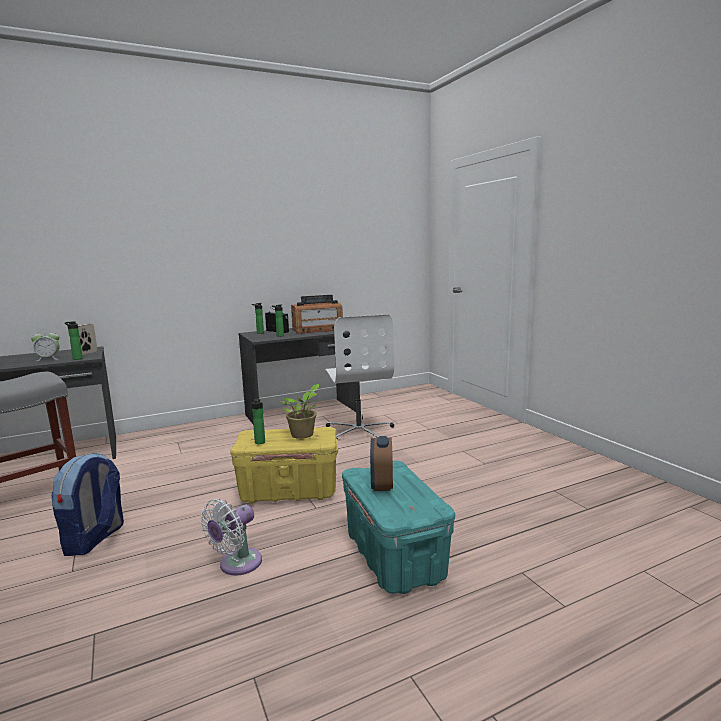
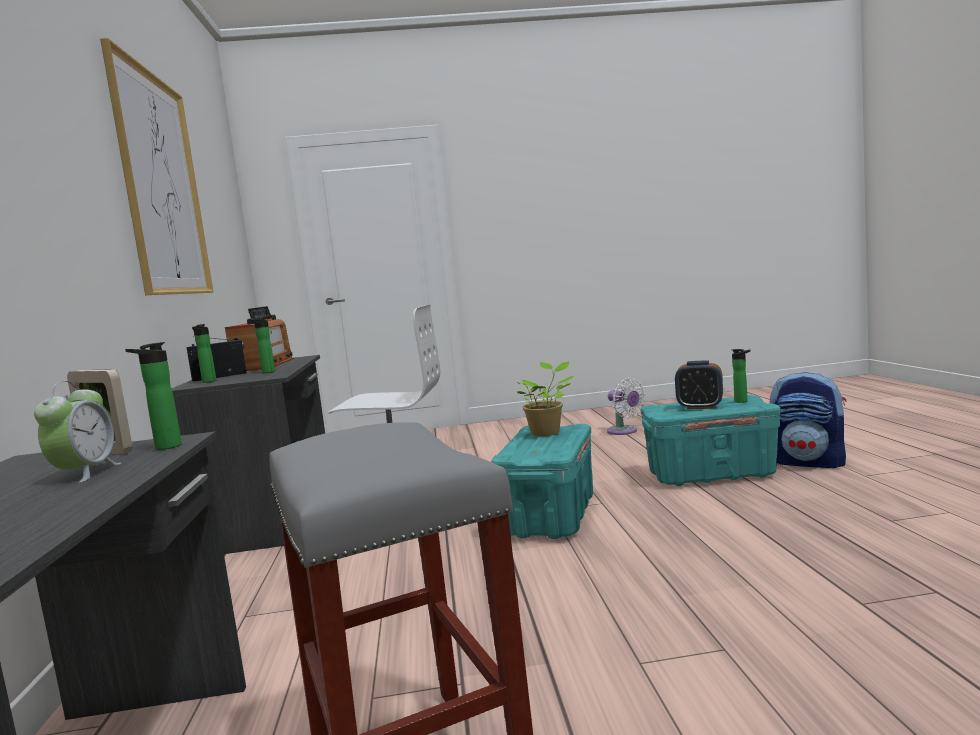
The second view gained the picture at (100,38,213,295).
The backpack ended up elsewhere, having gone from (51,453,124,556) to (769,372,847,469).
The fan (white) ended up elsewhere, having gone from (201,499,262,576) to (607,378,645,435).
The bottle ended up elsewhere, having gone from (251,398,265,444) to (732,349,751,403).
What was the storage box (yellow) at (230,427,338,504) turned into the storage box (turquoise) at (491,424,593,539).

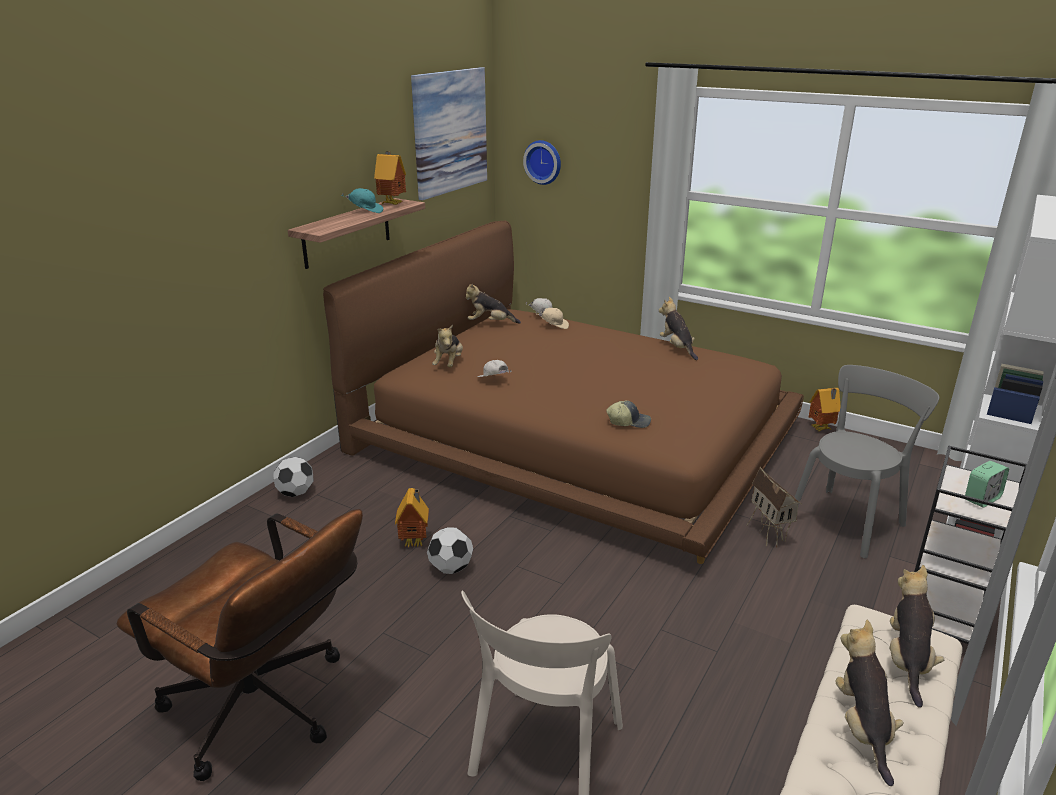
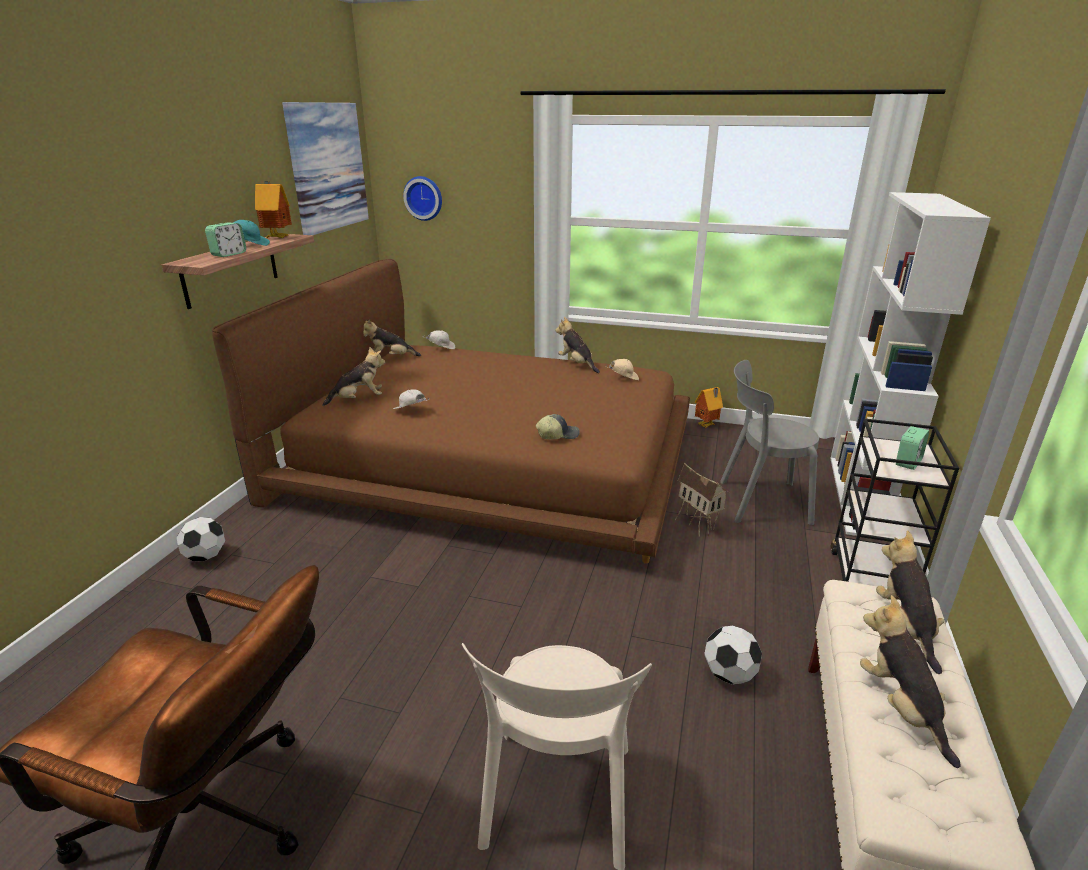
The second view lost the toy house at (395,488,429,548).
The second view gained the alarm clock at (205,223,246,257).
The football ended up elsewhere, having gone from (427,527,473,574) to (704,626,762,685).
The cap (beige) ended up elsewhere, having gone from (535,308,569,329) to (606,359,639,380).
The plush toy at (432,325,463,367) ended up facing another way, 105 degrees counterclockwise from before.
The chair (grey) at (794,365,939,559) ended up facing another way, 120 degrees counterclockwise from before.

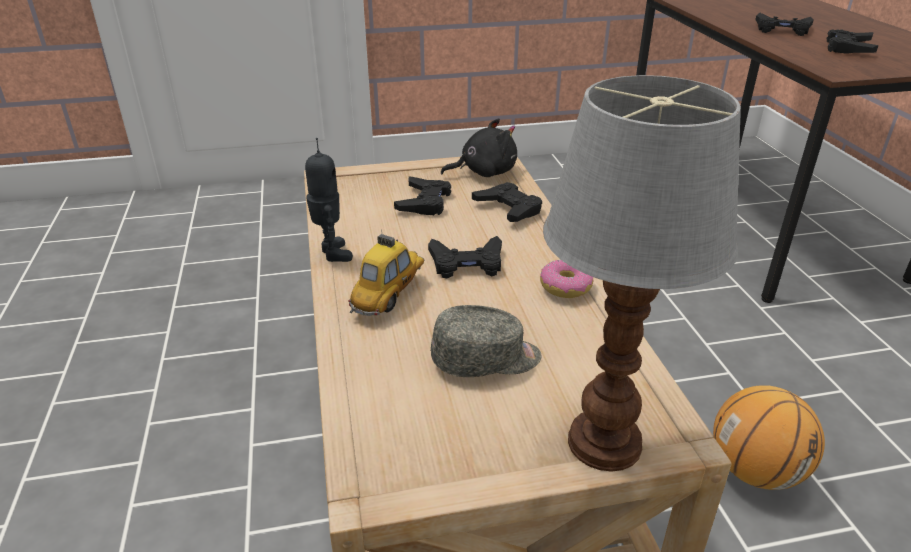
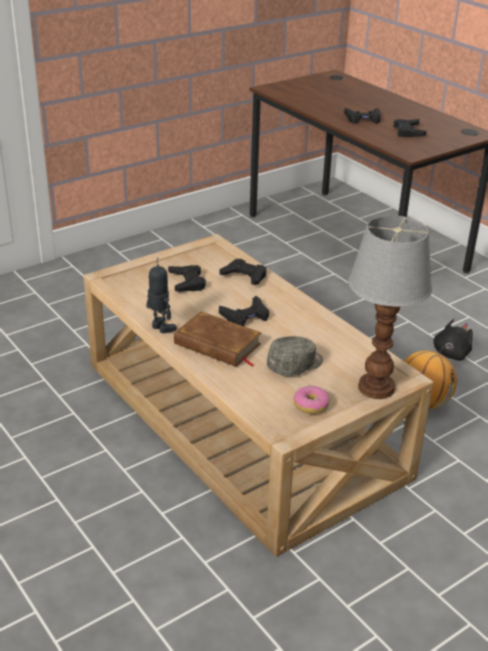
The plush toy (black) ended up elsewhere, having gone from (441,118,517,177) to (433,319,473,361).
The donut ended up elsewhere, having gone from (540,260,593,298) to (293,386,330,414).
Where the toy car stood at (348,230,424,316), the book (brown) came to stand at (174,311,261,367).

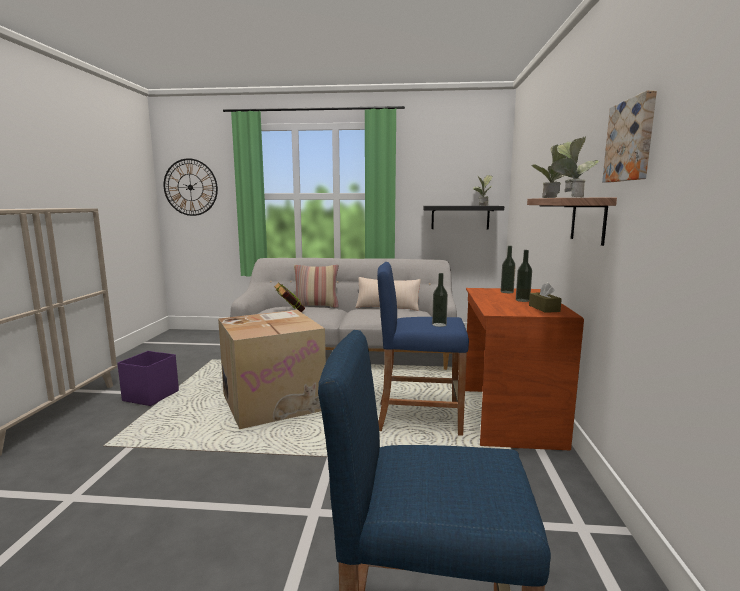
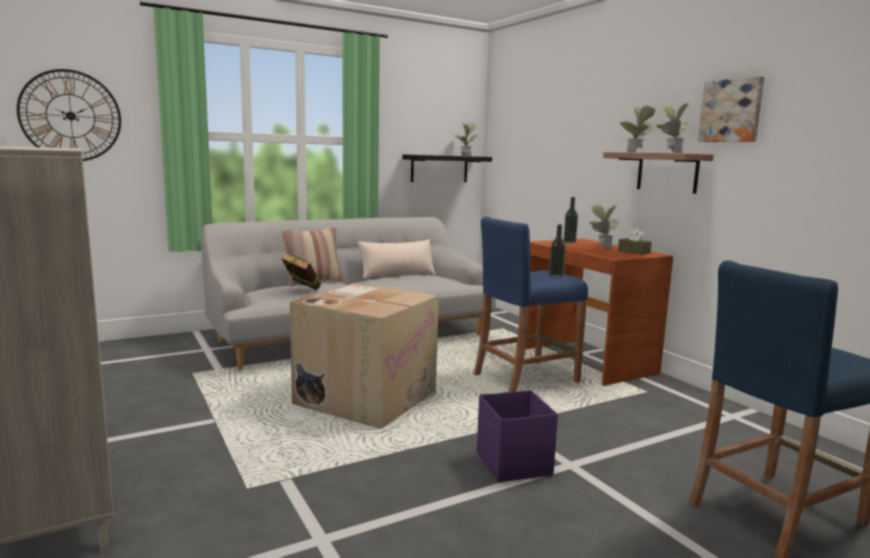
The storage box (purple) ended up elsewhere, having gone from (117,351,179,406) to (477,390,558,482).
Where the bottle stood at (516,250,532,302), the potted plant came to stand at (589,205,618,249).

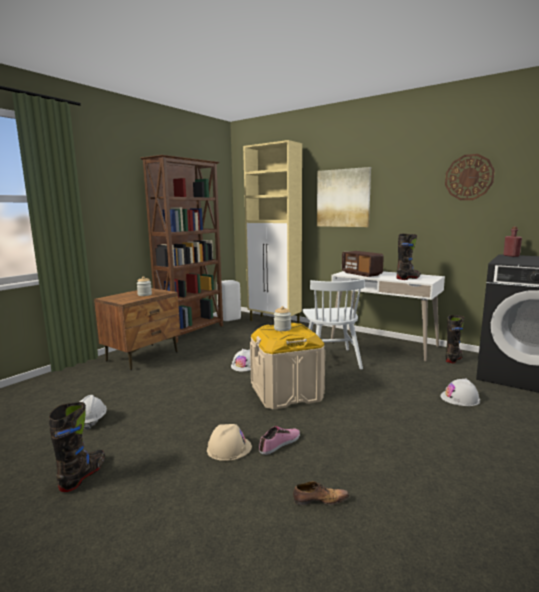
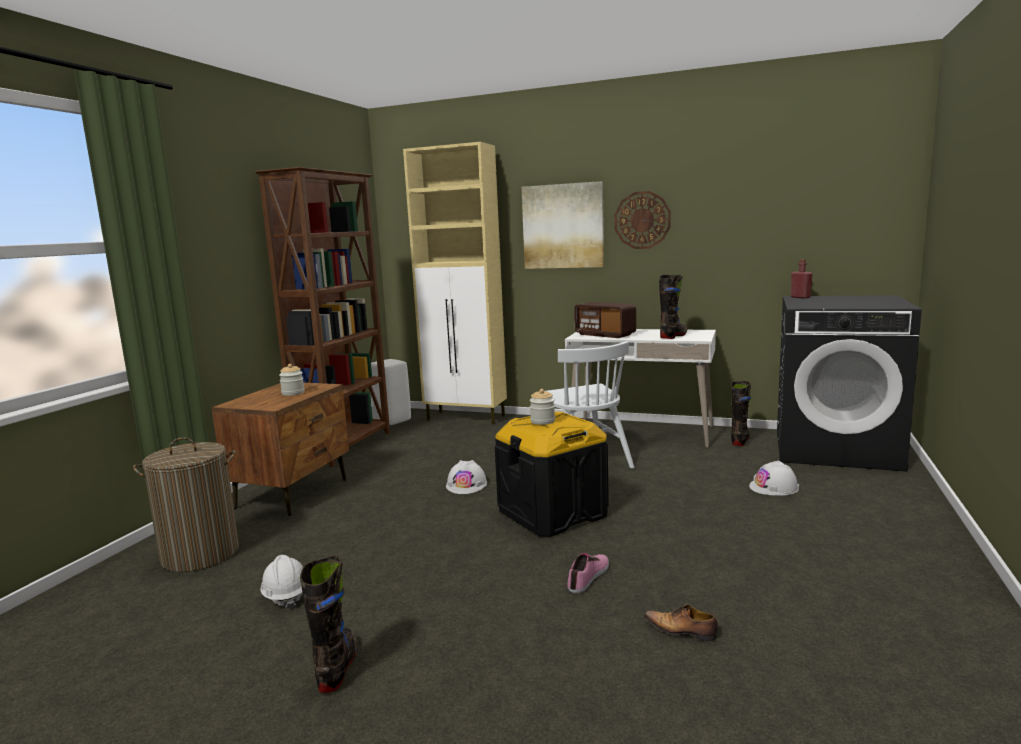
The second view lost the hard hat (beige) at (207,424,252,461).
The second view gained the laundry basket at (133,437,239,572).
The wall clock ended up elsewhere, having gone from (445,154,495,200) to (614,191,671,249).
What was the storage box (beige) at (250,323,325,410) turned into the storage box (black) at (495,412,609,537).
The shoe at (293,481,350,505) ended up facing another way, 135 degrees counterclockwise from before.

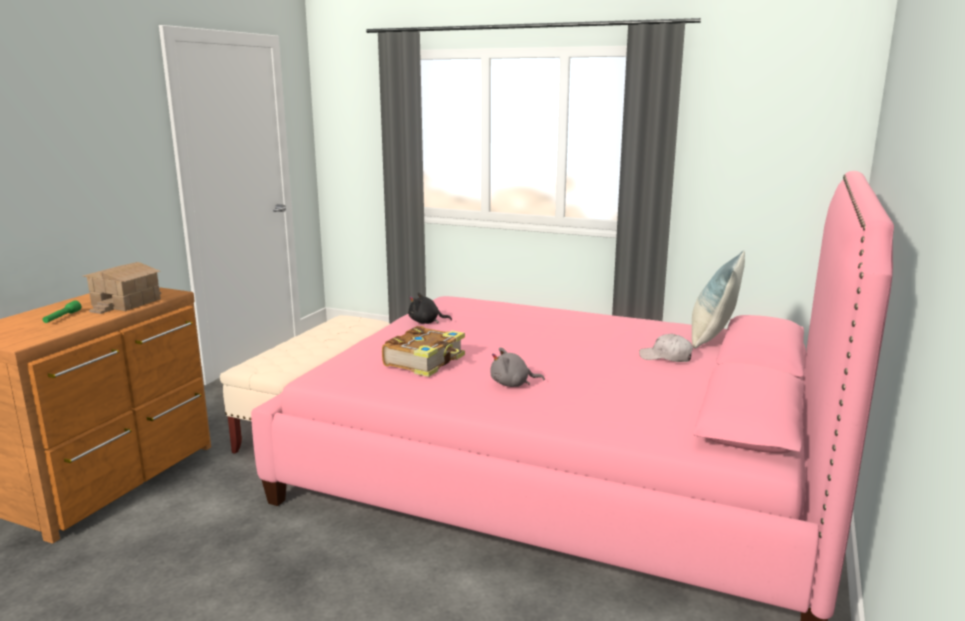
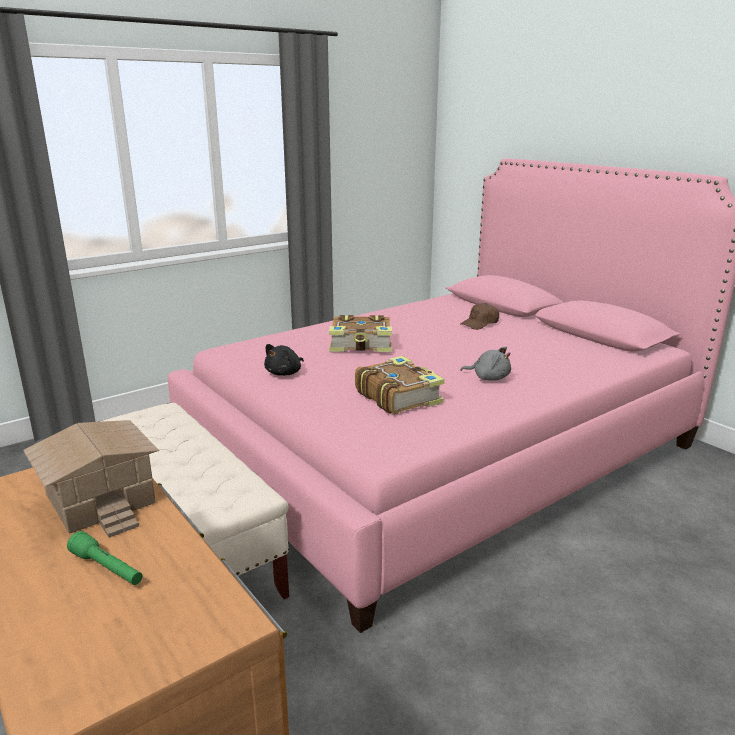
The second view lost the pillow at (692,251,745,349).
The second view gained the book at (329,315,392,352).
What was the cap (white) at (639,334,693,362) turned into the cap (brown) at (460,303,499,330).
The plush toy (grey) at (490,347,545,387) ended up facing another way, 90 degrees counterclockwise from before.

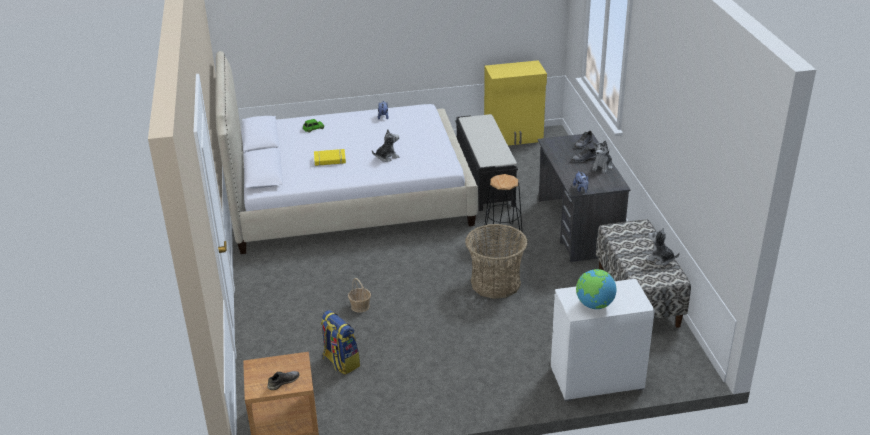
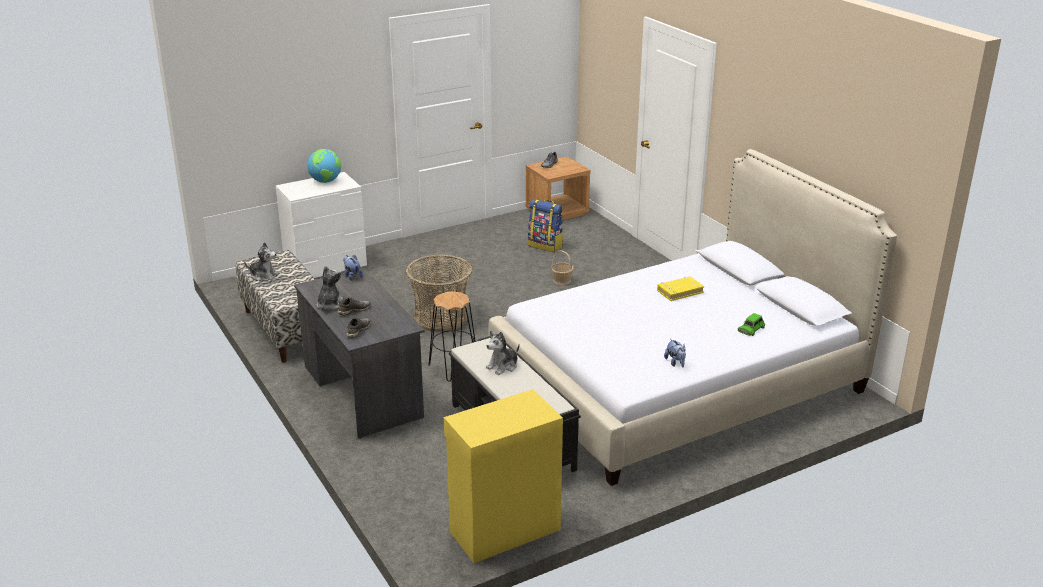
The plush toy ended up elsewhere, having gone from (372,129,399,162) to (486,331,520,375).

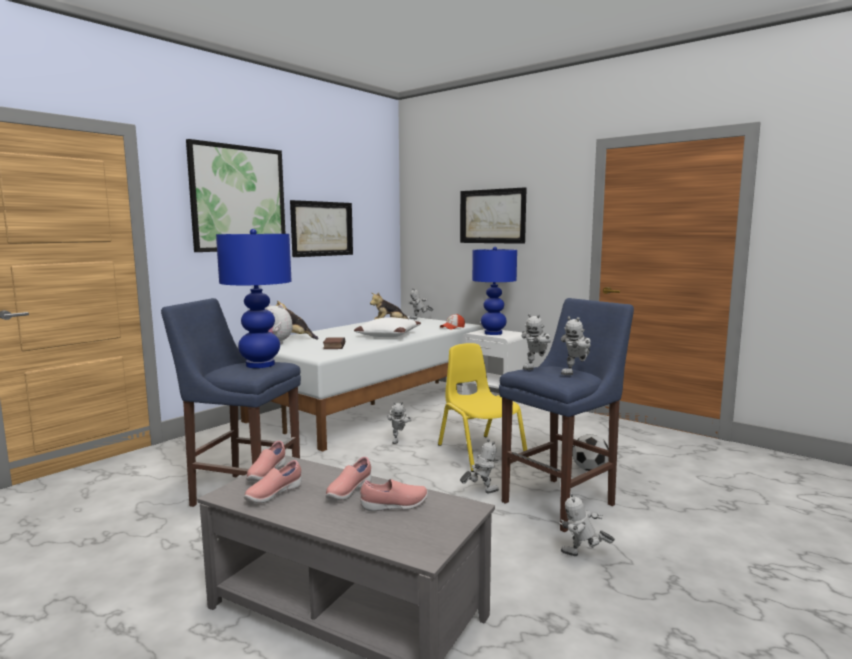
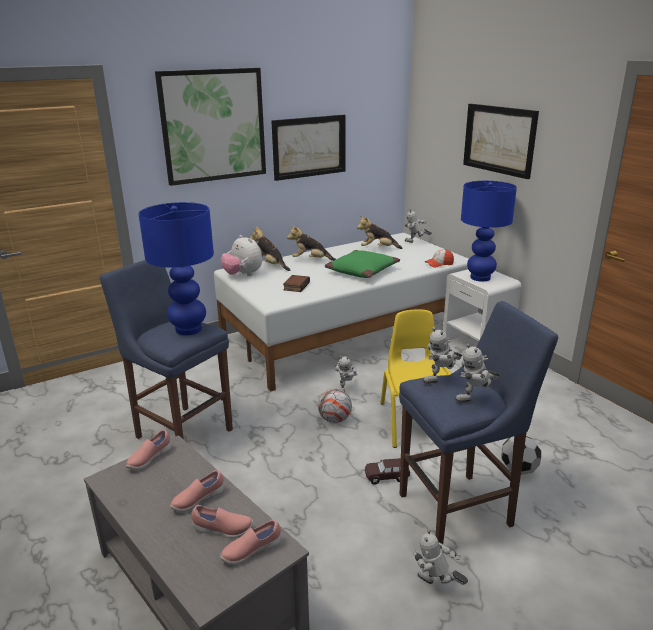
The second view gained the plush toy at (287,225,336,261).
The second view gained the football at (318,389,352,423).
The shoe (pink) ended up elsewhere, having gone from (244,460,302,503) to (220,520,281,565).
Where the toy robot stood at (460,439,499,494), the toy car (brown) came to stand at (365,458,410,485).
What was the pillow (white) at (354,317,421,337) turned into the pillow (green) at (325,250,400,278).

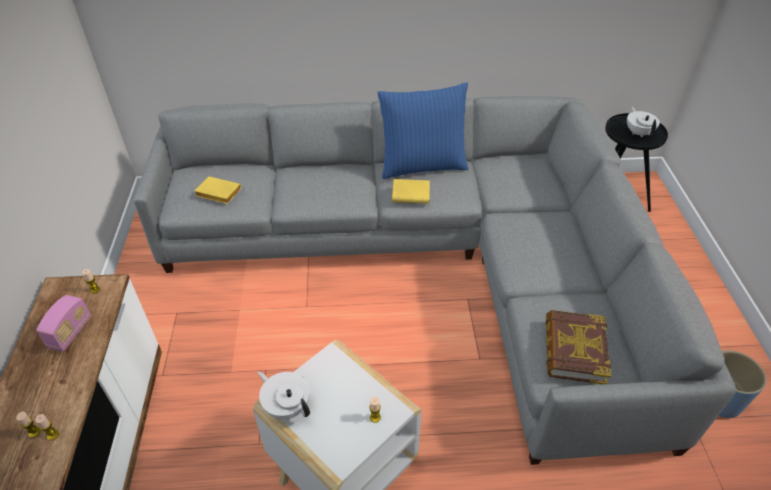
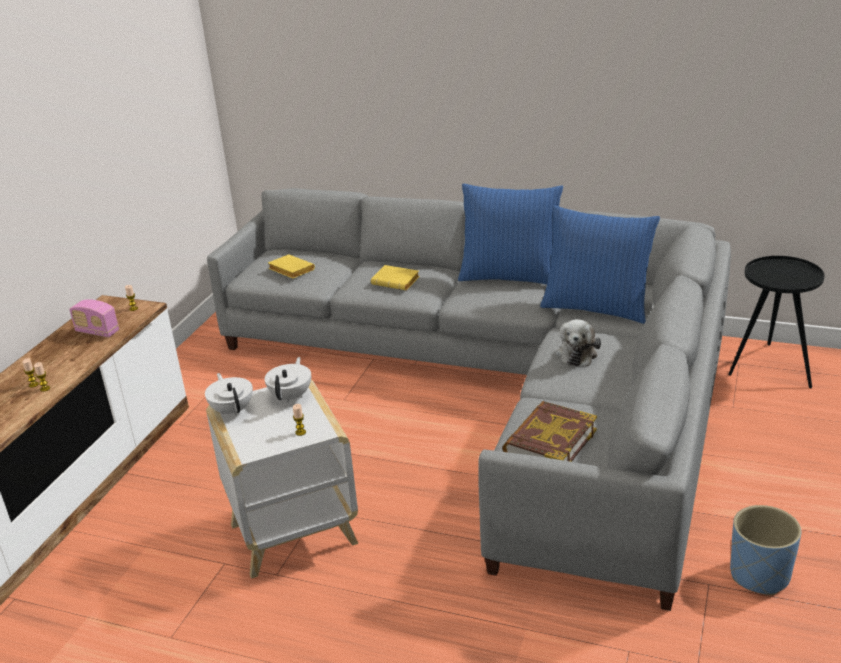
The second view gained the pillow (blue) at (540,206,660,324).
The second view gained the plush toy at (556,319,601,366).
The book (yellow) ended up elsewhere, having gone from (392,179,430,204) to (371,265,420,290).
The teapot (white) ended up elsewhere, having gone from (627,107,660,138) to (265,357,311,403).
The radio at (36,295,91,352) ended up facing another way, 75 degrees clockwise from before.

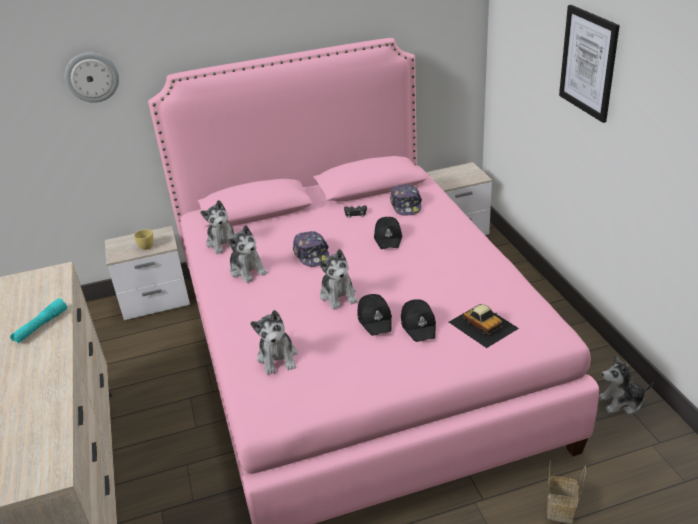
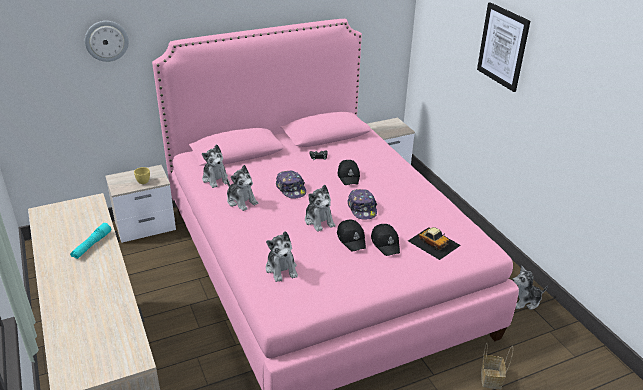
The cap ended up elsewhere, having gone from (390,184,422,215) to (347,189,377,220).

